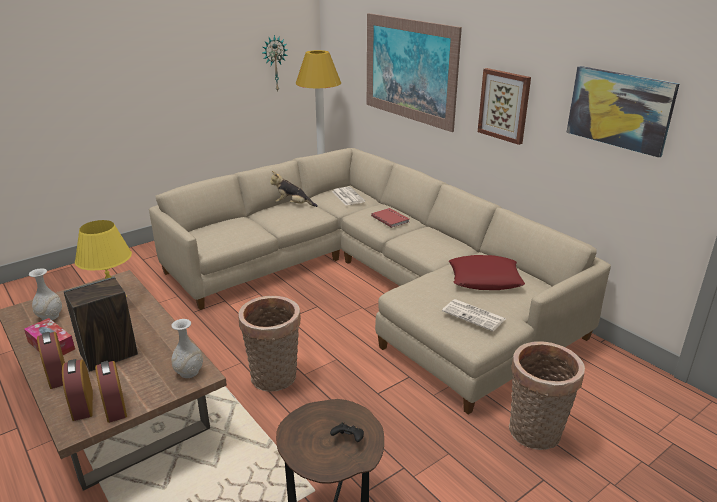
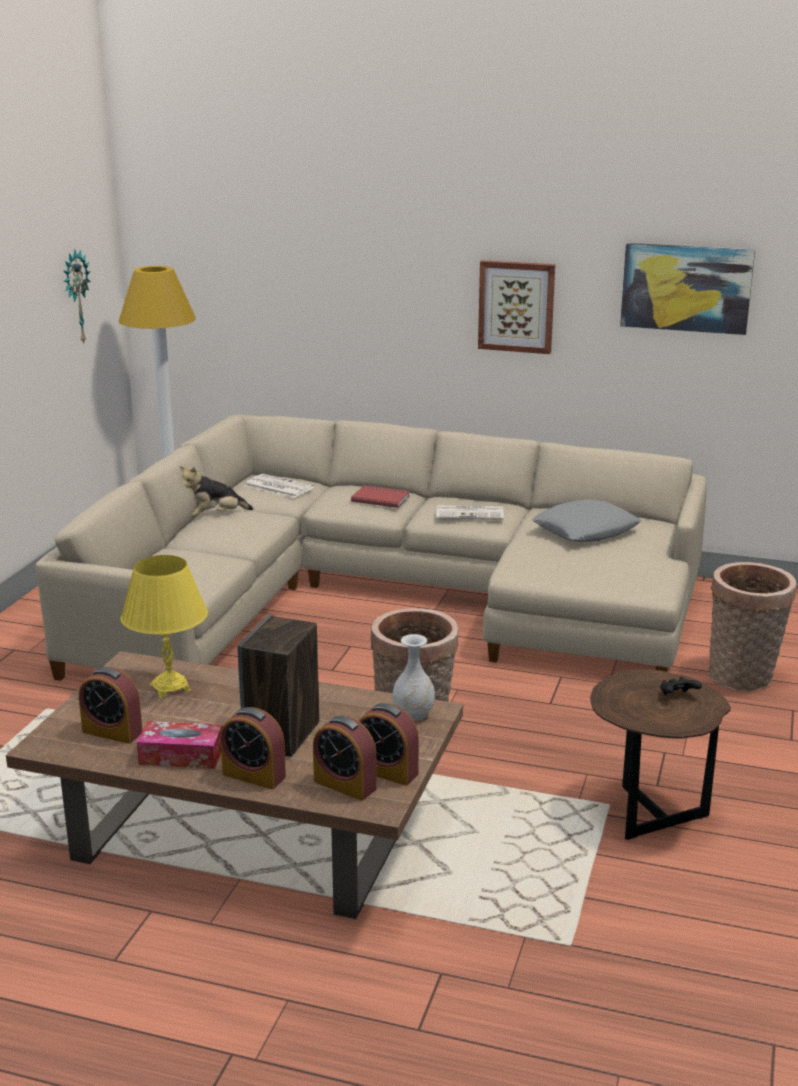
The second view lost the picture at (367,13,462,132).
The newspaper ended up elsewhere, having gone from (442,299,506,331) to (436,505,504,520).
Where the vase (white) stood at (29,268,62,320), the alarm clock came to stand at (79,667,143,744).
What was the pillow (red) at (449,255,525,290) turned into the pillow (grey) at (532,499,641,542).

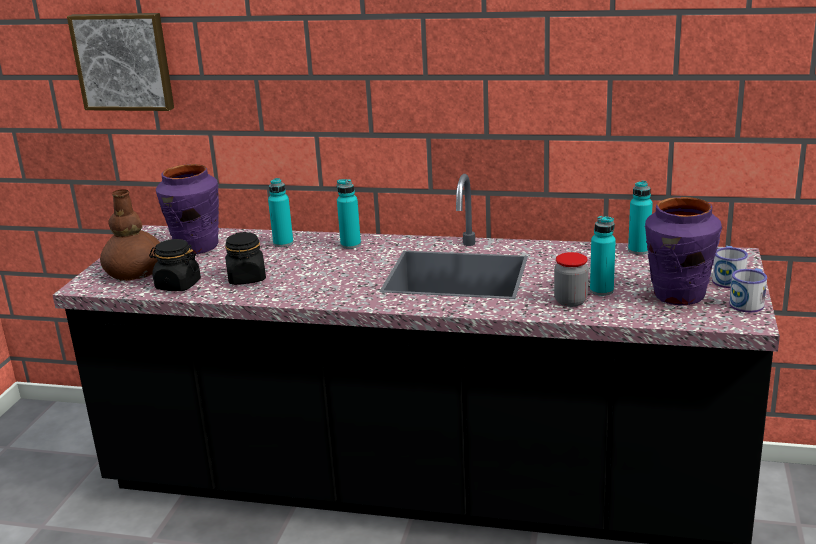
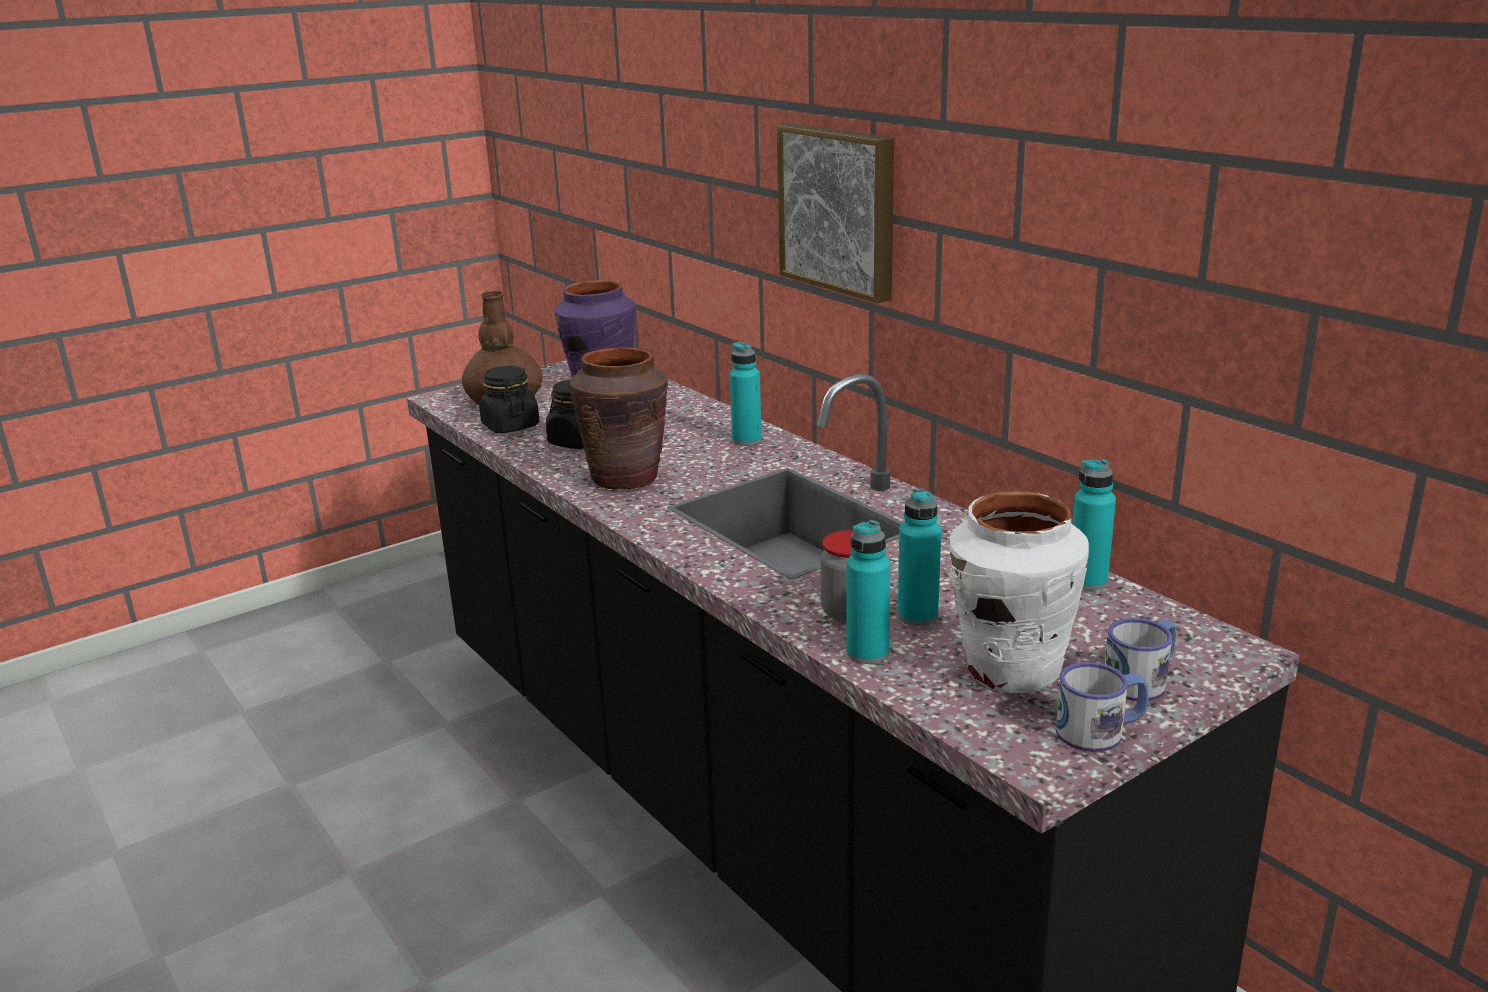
The second view gained the vase (brown) at (569,347,669,489).
The picture ended up elsewhere, having gone from (67,13,174,111) to (777,123,894,304).
The bottle (turquoise) ended up elsewhere, having gone from (268,178,293,247) to (846,520,891,664).
What was the vase (purple) at (645,197,722,306) turned into the vase (white) at (950,491,1089,693).

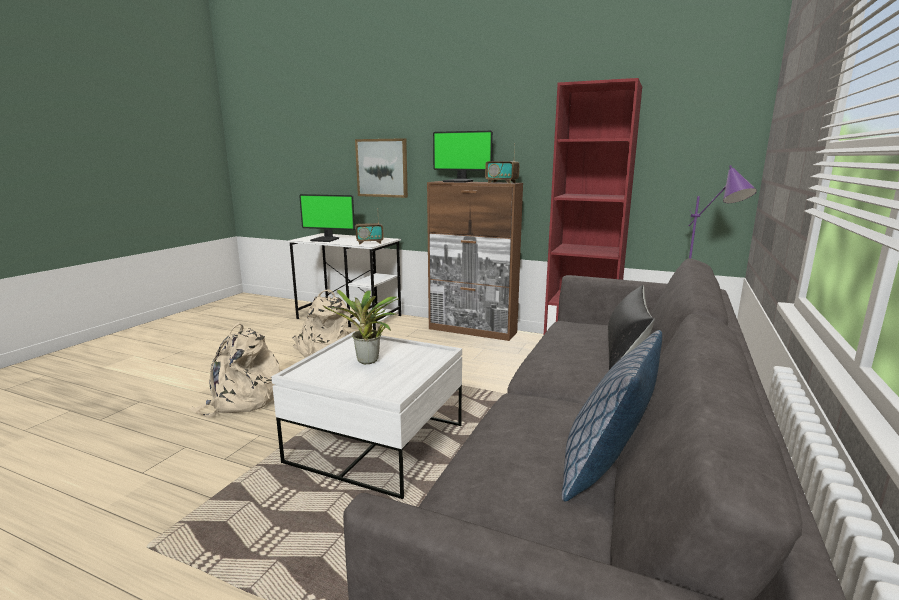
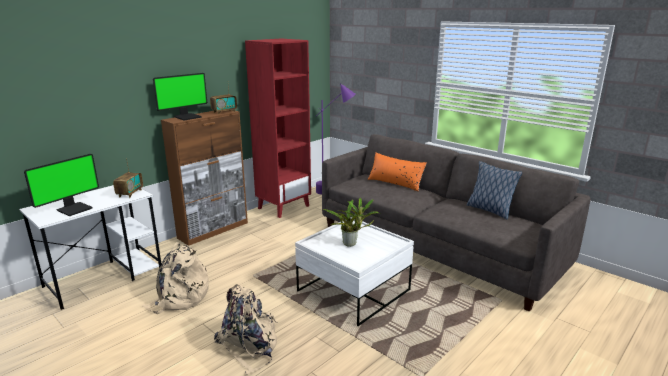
The second view lost the picture at (355,138,408,198).
What was the pillow (black) at (608,285,655,370) turned into the pillow (orange) at (368,152,427,192).

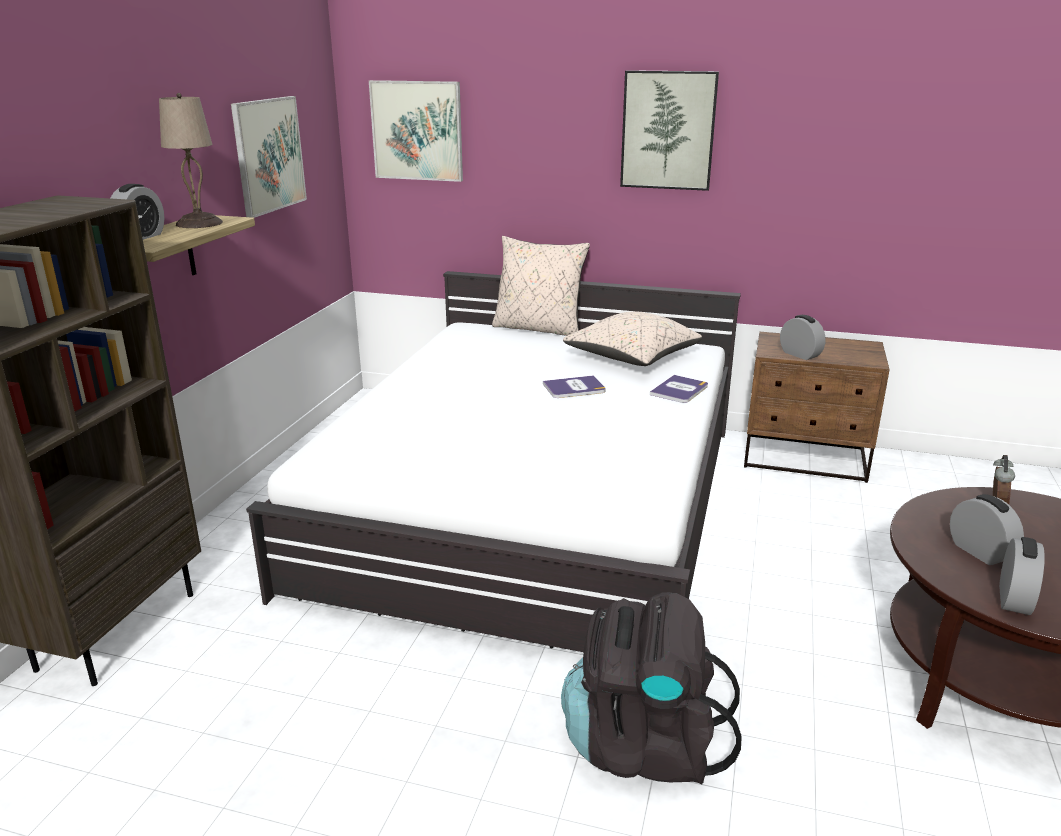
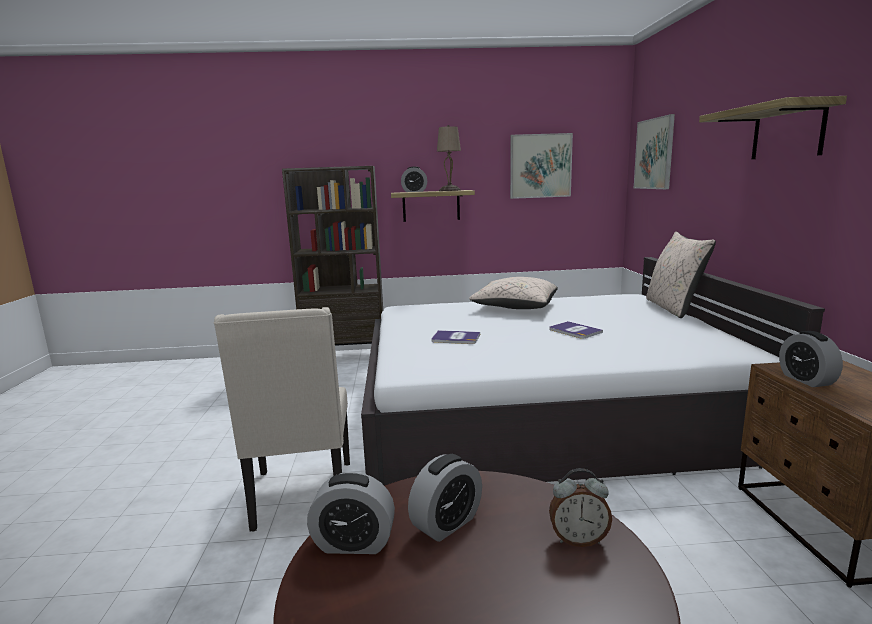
The pillow (beige) ended up elsewhere, having gone from (563,312,702,366) to (469,277,558,309).
The book ended up elsewhere, having gone from (650,375,708,403) to (431,330,480,344).
Where the backpack (black) stood at (561,592,742,784), the chair (beige) came to stand at (214,307,350,532).
Where the picture hung at (620,70,719,191), the shelf came to hang at (699,96,847,159).
The alarm clock at (780,315,826,360) ended up facing another way, 135 degrees clockwise from before.

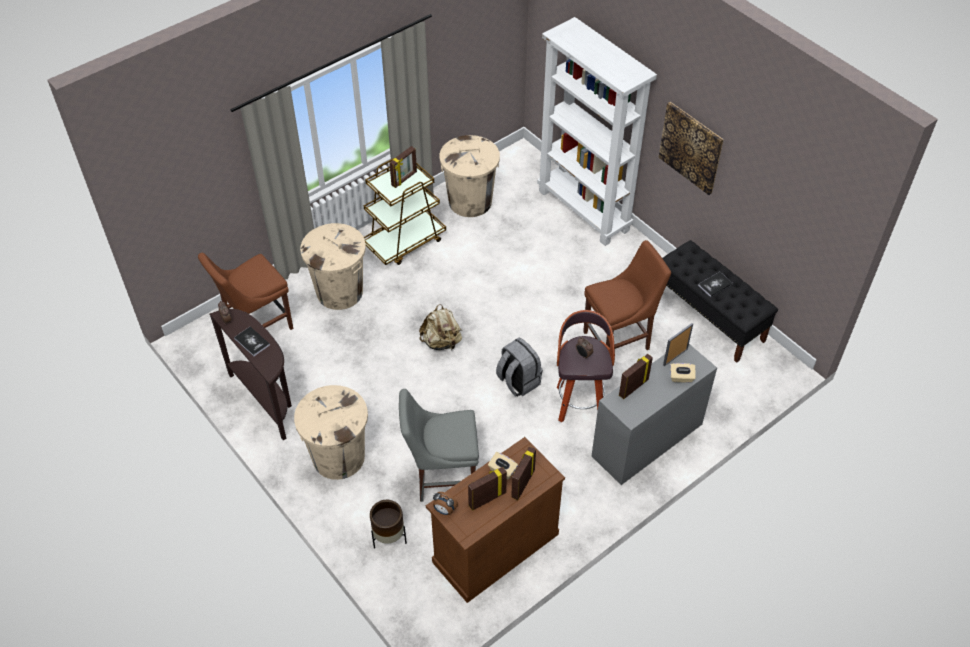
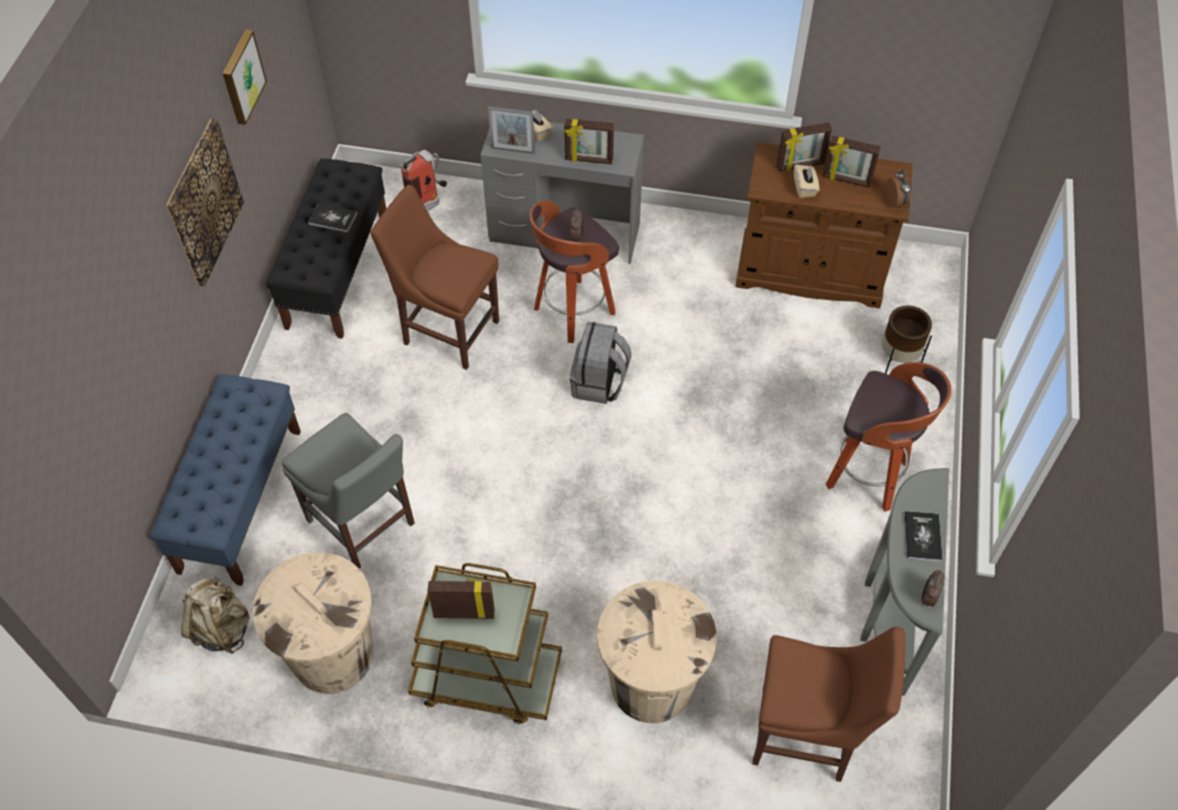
The second view gained the picture at (223,30,267,125).
The second view gained the fire extinguisher at (401,150,447,211).
The chair (grey) ended up elsewhere, having gone from (399,389,479,502) to (282,413,415,569).
The backpack (beige) ended up elsewhere, having gone from (419,304,462,350) to (181,577,250,654).
Where the trash can (beige) stood at (294,385,368,480), the stool came to stand at (826,362,951,512).
Where the bookcase (white) stood at (537,17,657,246), the bench (blue) came to stand at (149,374,301,586).
What was the console table (brown) at (209,309,292,440) turned into the console table (grey) at (860,468,949,696).

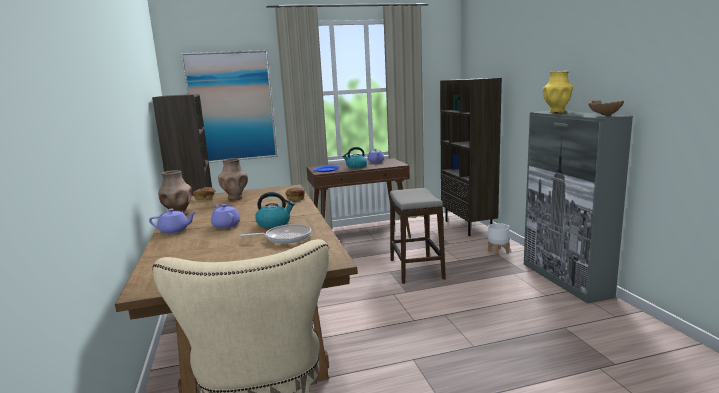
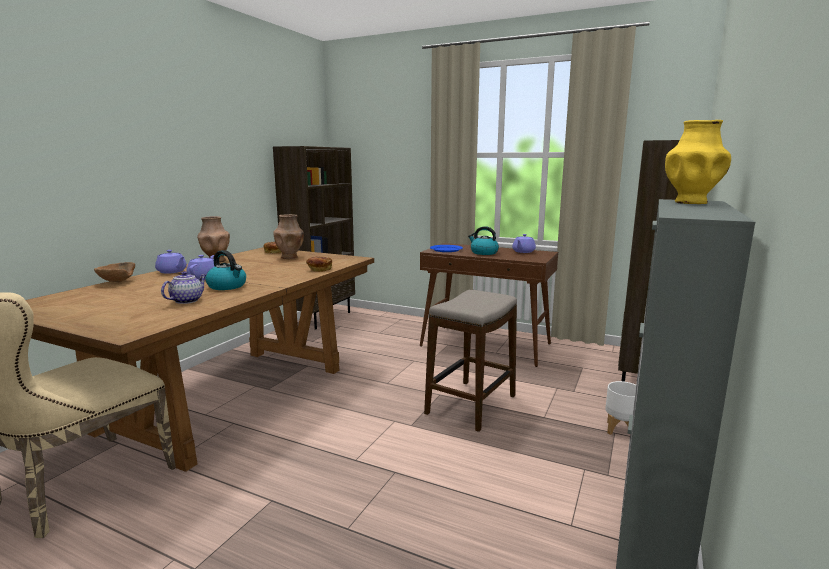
The second view lost the picture at (181,50,277,163).
The bowl (brown) ended up elsewhere, having gone from (589,100,624,116) to (94,262,135,282).
Where the frying pan stood at (239,224,311,244), the teapot came to stand at (161,271,207,304).

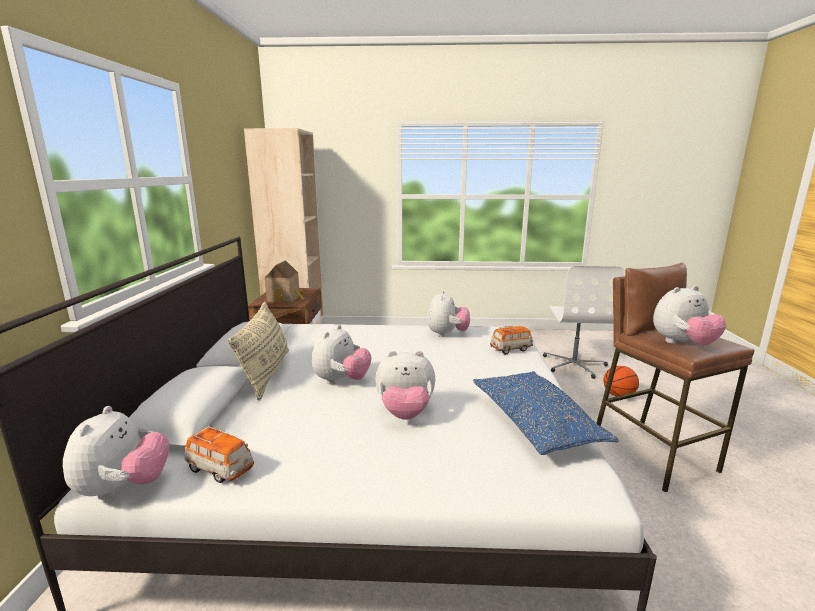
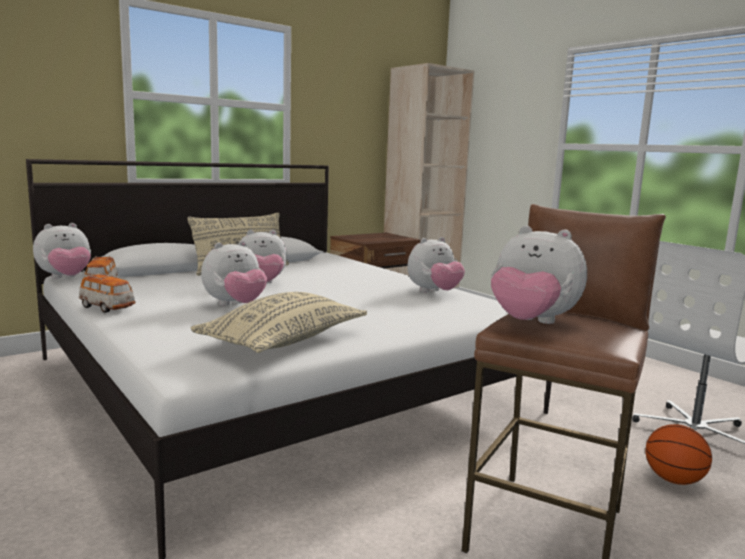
The second view lost the toy house at (265,260,305,303).
The toy car ended up elsewhere, having gone from (490,326,533,355) to (79,273,136,313).
What was the pillow (blue) at (473,371,619,455) turned into the pillow (beige) at (190,292,367,353).
The plush toy at (375,351,435,420) ended up facing another way, 90 degrees counterclockwise from before.

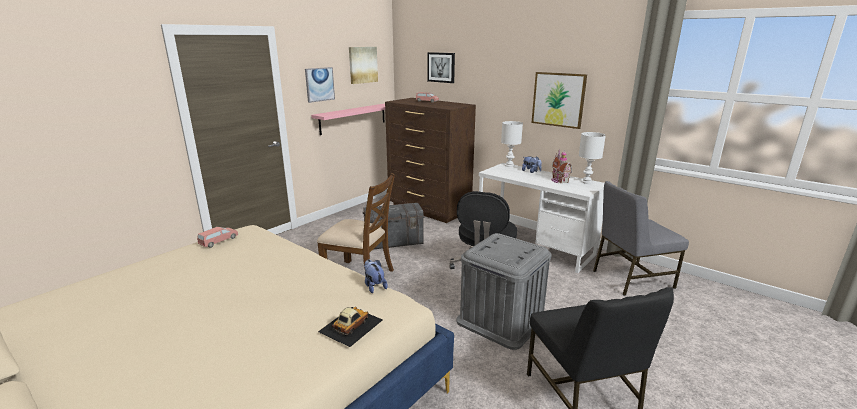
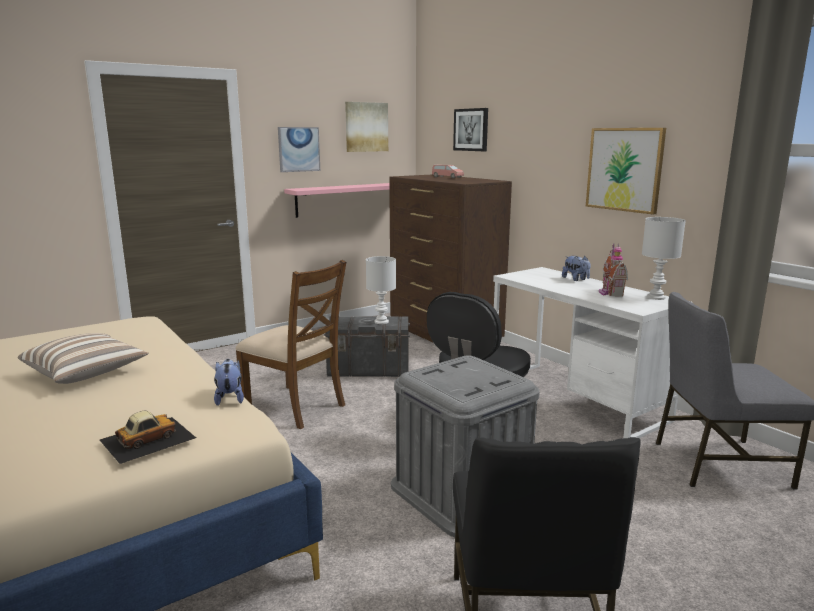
The second view lost the toy car (pink) at (197,227,238,248).
The second view gained the pillow at (18,333,148,384).
The table lamp (white) ended up elsewhere, having gone from (501,121,523,167) to (366,256,396,324).

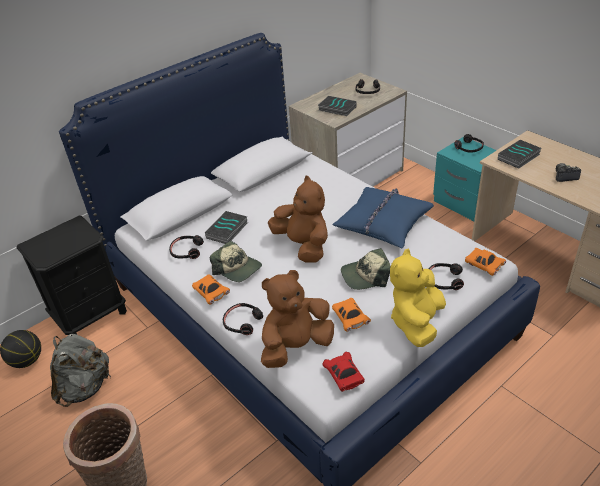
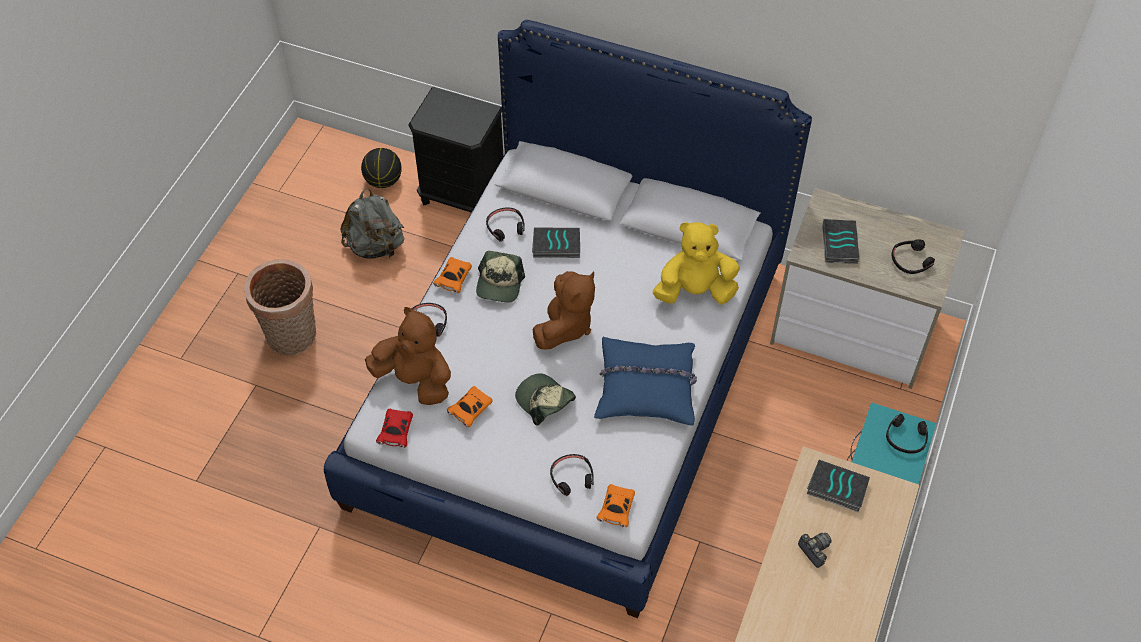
The plush toy (yellow) ended up elsewhere, having gone from (390,249,446,347) to (653,222,739,304).
The toy car (red) at (323,352,365,392) ended up facing another way, 150 degrees clockwise from before.

